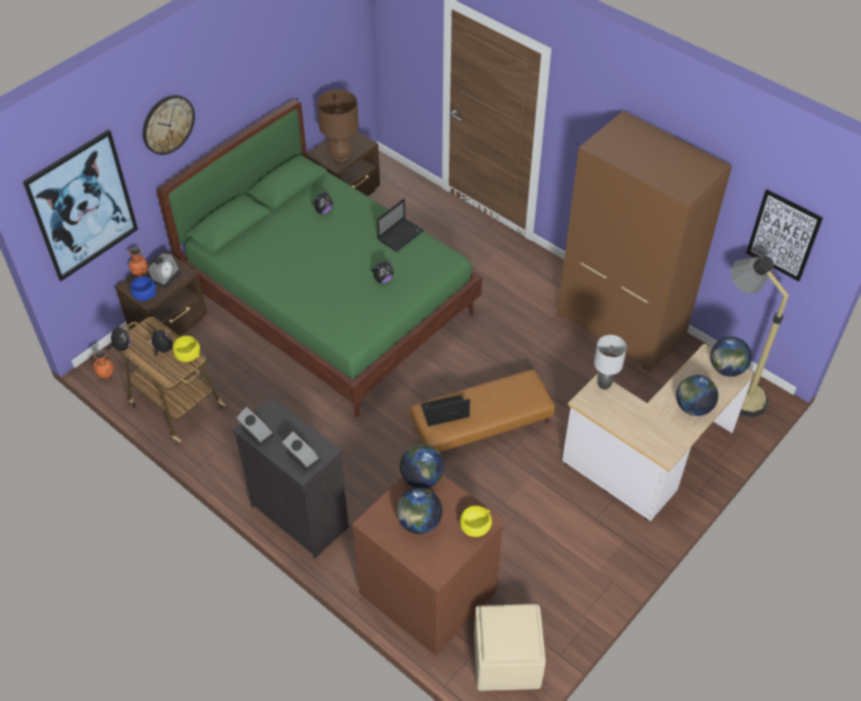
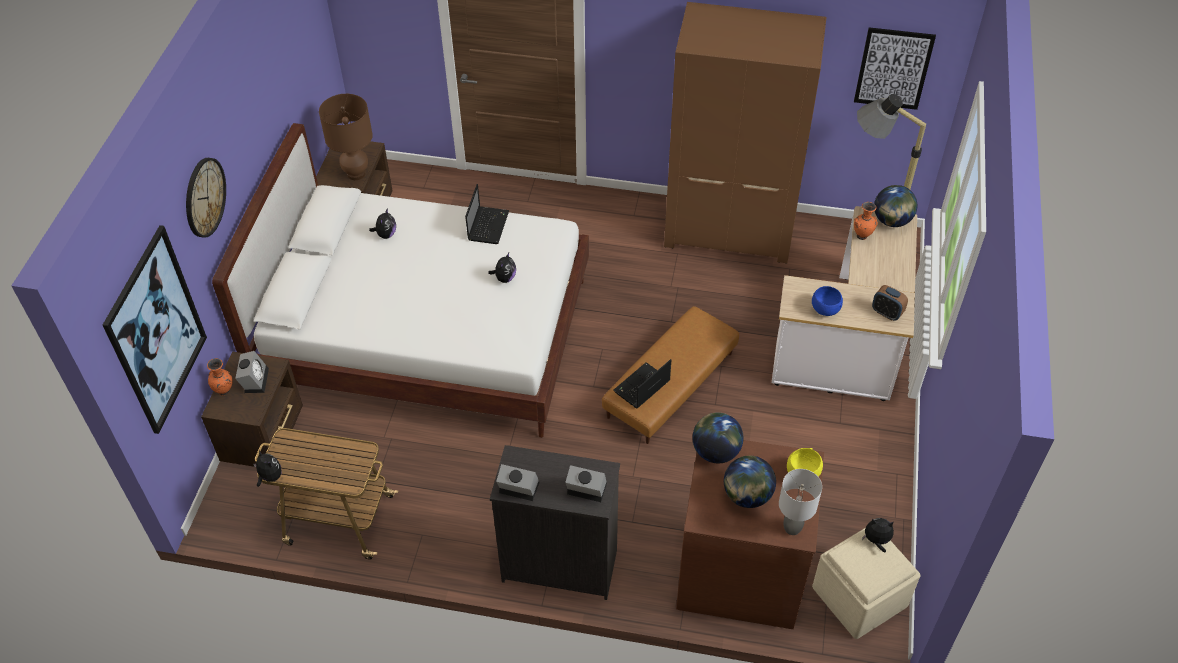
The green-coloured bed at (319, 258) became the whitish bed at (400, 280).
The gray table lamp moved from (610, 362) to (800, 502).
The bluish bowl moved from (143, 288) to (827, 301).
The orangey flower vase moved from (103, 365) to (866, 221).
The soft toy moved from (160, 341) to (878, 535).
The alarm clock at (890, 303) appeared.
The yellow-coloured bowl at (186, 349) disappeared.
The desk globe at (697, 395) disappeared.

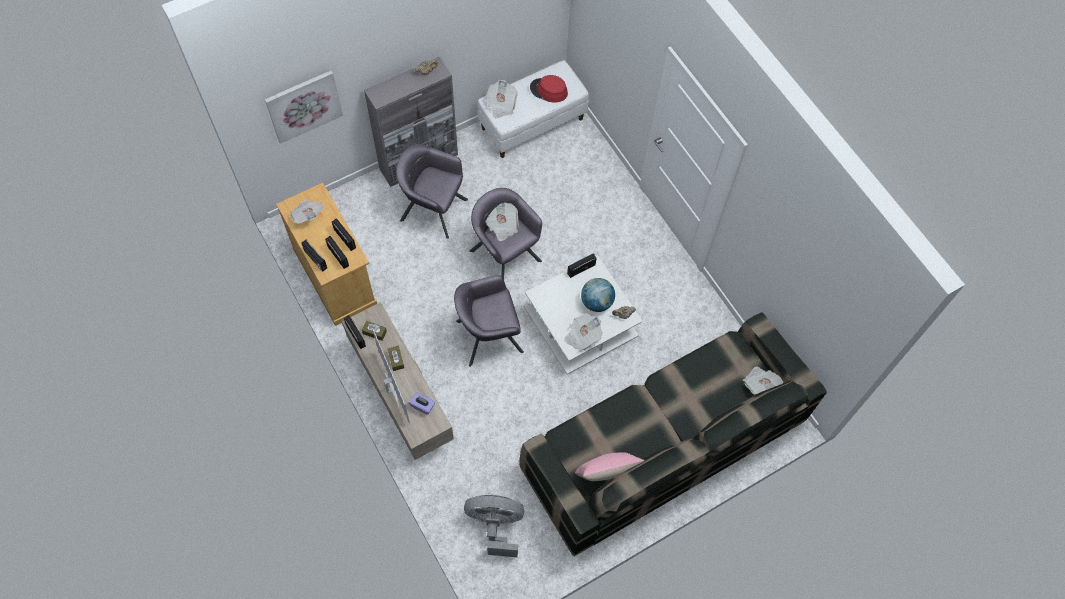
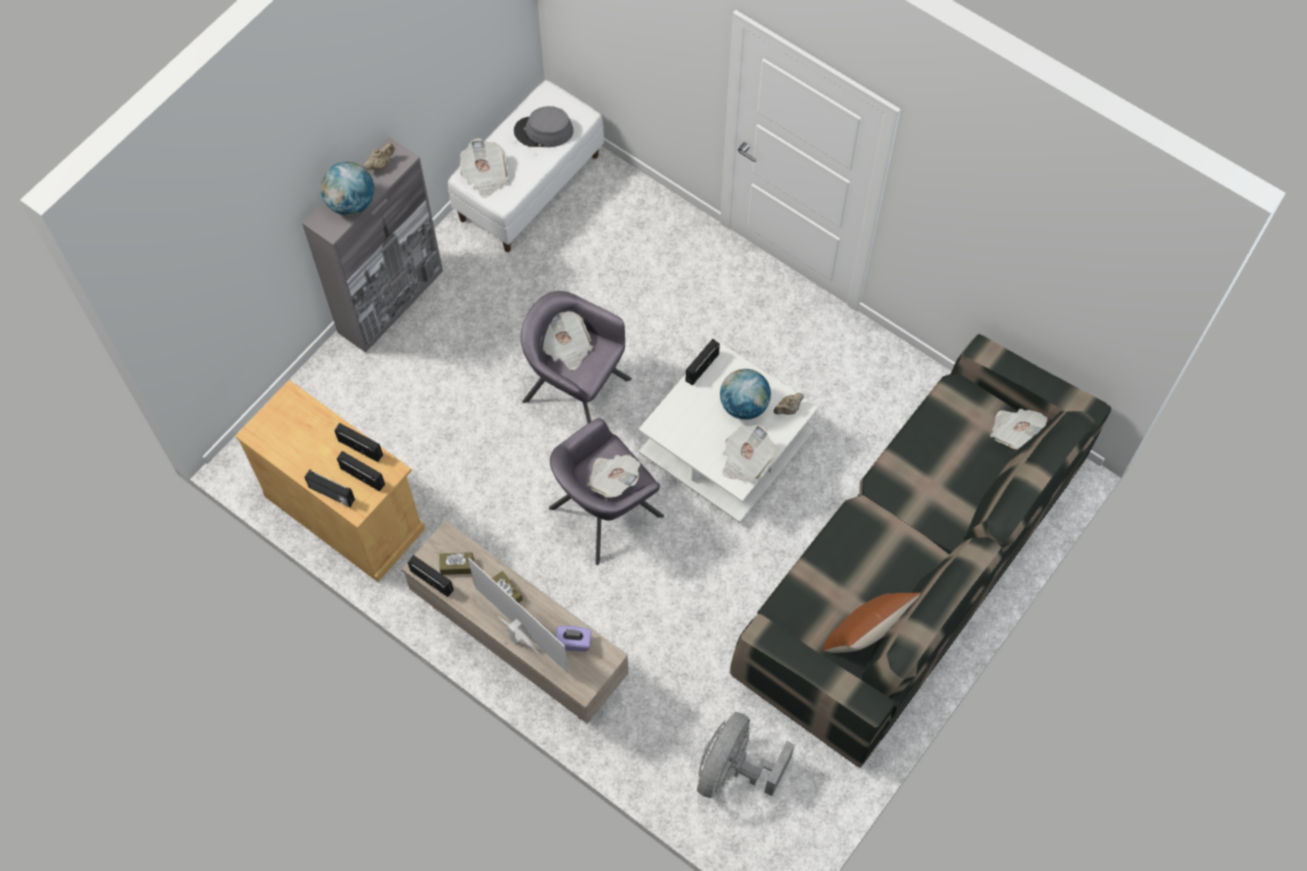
The desk globe at (347, 188) appeared.
The red wearable hat at (549, 89) became the gray wearable hat at (544, 127).
The printed paper moved from (306, 211) to (613, 476).
The gray cooling fan at (494, 526) turned 45 degrees counterclockwise.
The pink pillow at (610, 466) became the brown pillow at (872, 623).
The picture at (304, 107) disappeared.
The gray armchair at (432, 191) disappeared.

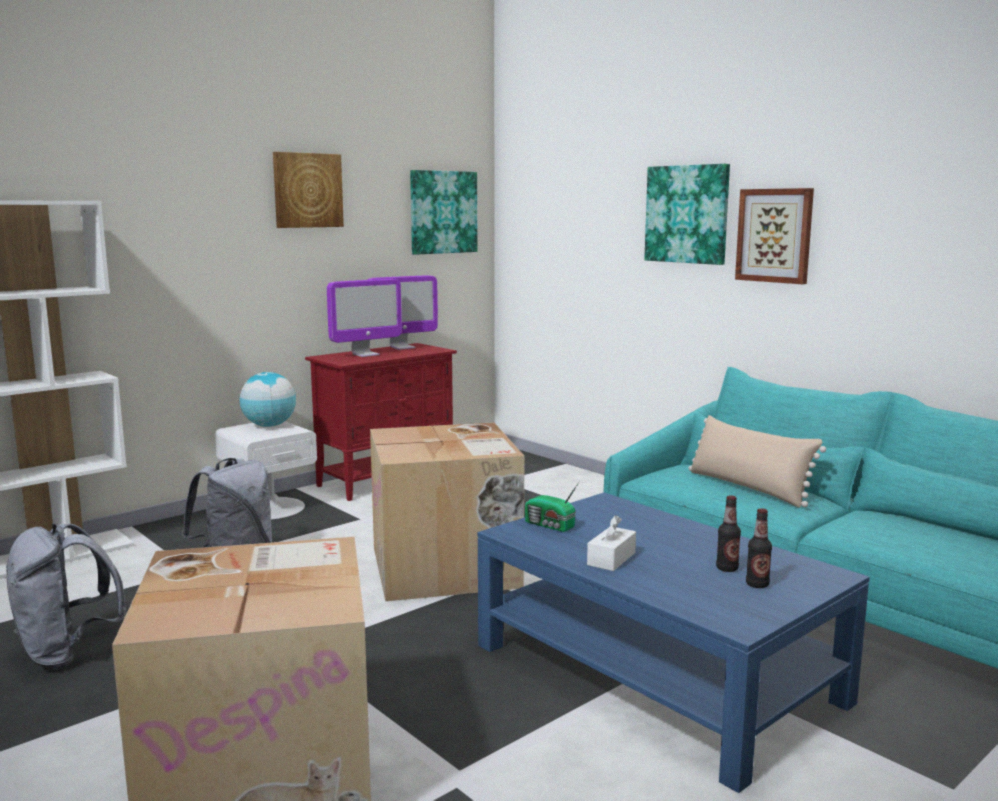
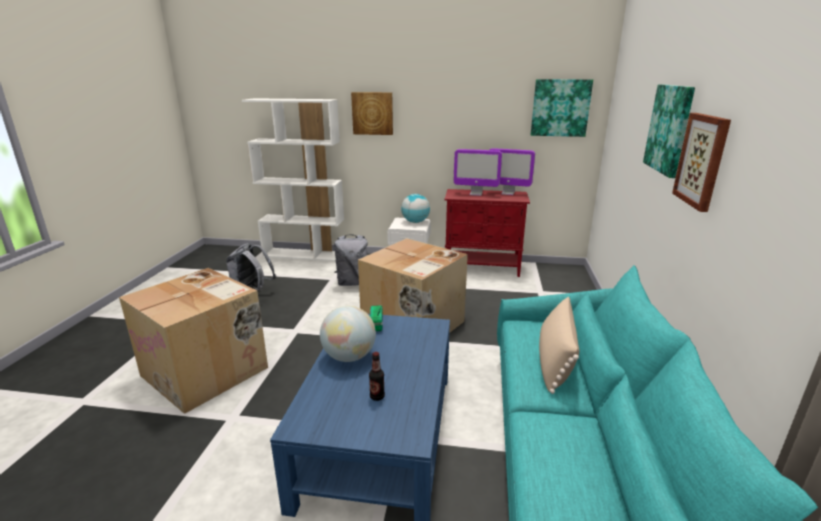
The whitish box of tissues at (611, 543) was replaced by the desk globe at (348, 334).
The picture moved from (308, 190) to (372, 113).
The bottle at (759, 548) disappeared.

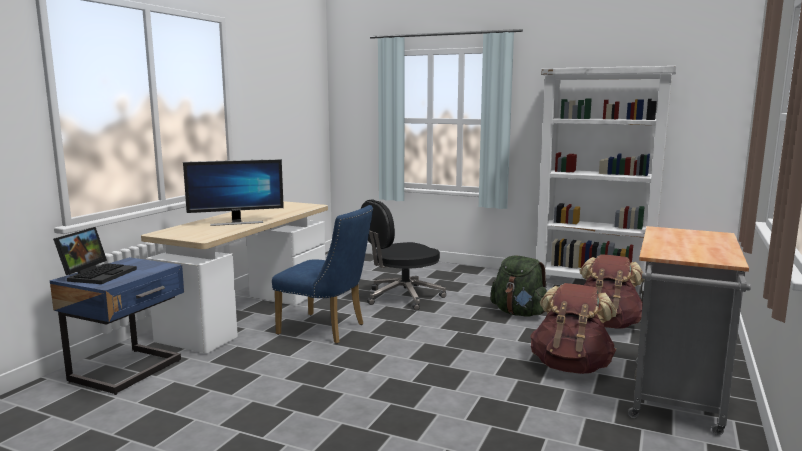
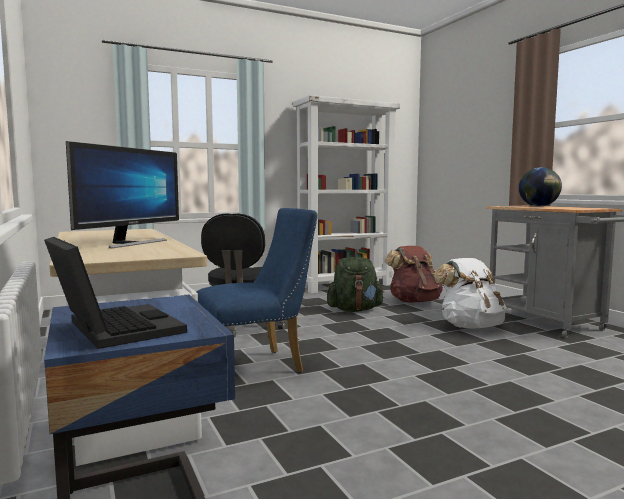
The brown rucksack at (573, 328) became the whitish rucksack at (470, 293).
The desk globe at (540, 187) appeared.

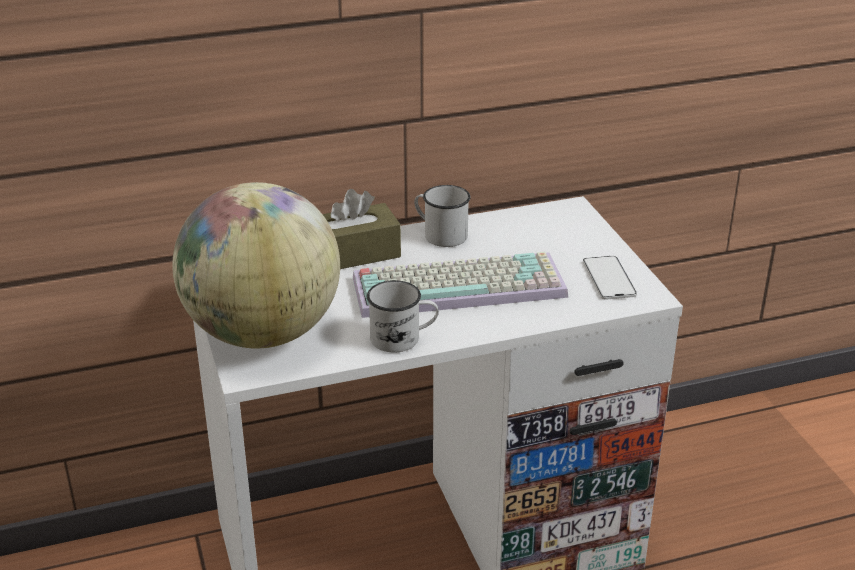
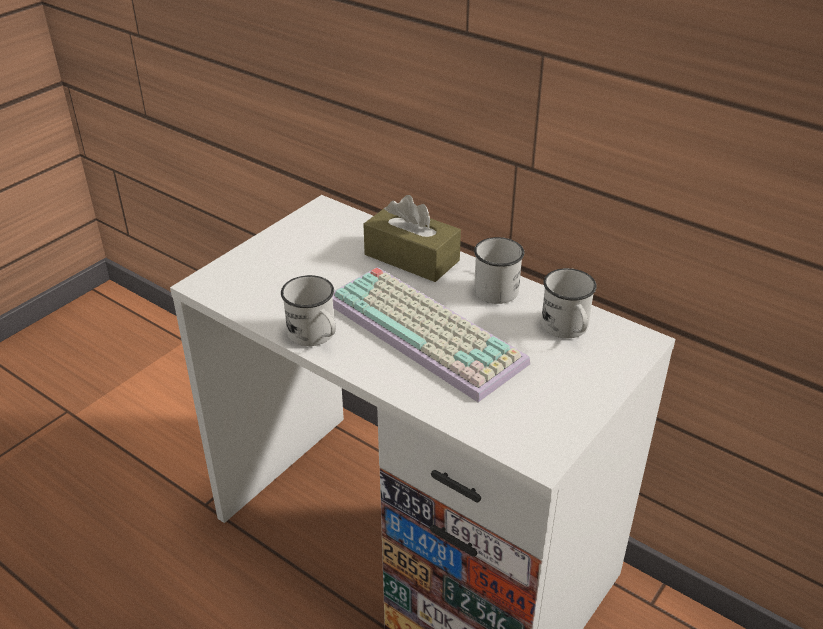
The whitish tea mug at (569, 303) appeared.
The desk globe at (256, 265) disappeared.
The handset at (610, 278) disappeared.

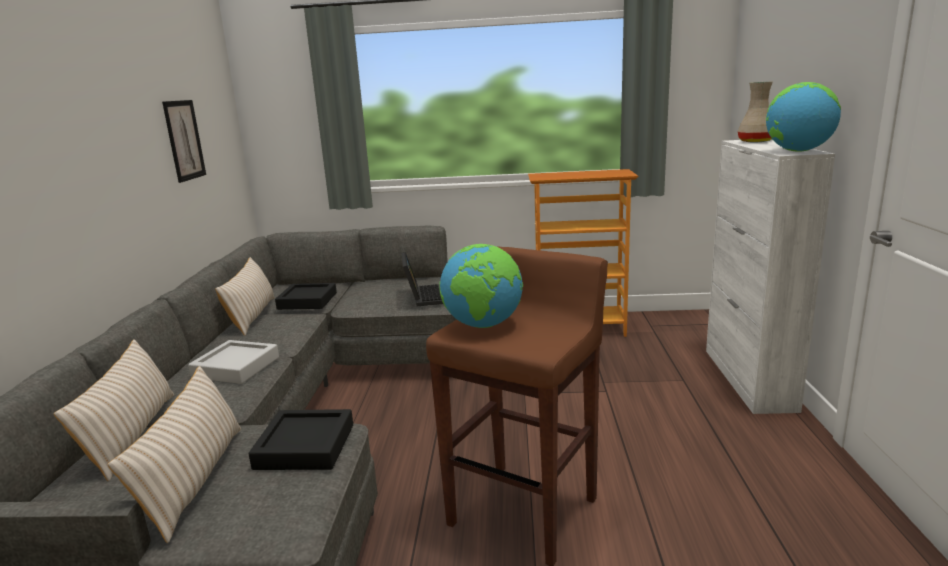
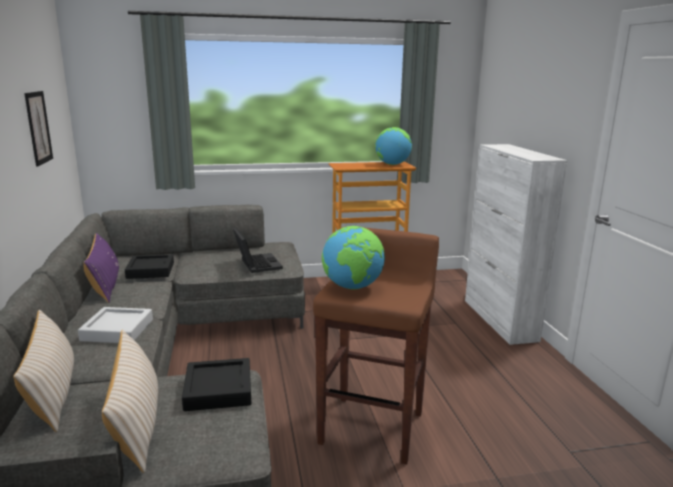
The beige pillow at (245, 296) became the purple-coloured pillow at (101, 268).
The desk globe moved from (803, 117) to (393, 146).
The beige flower vase at (755, 112) disappeared.

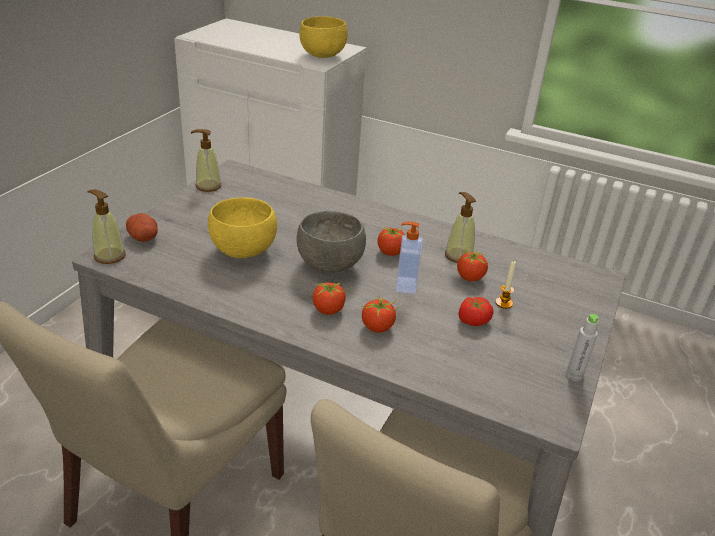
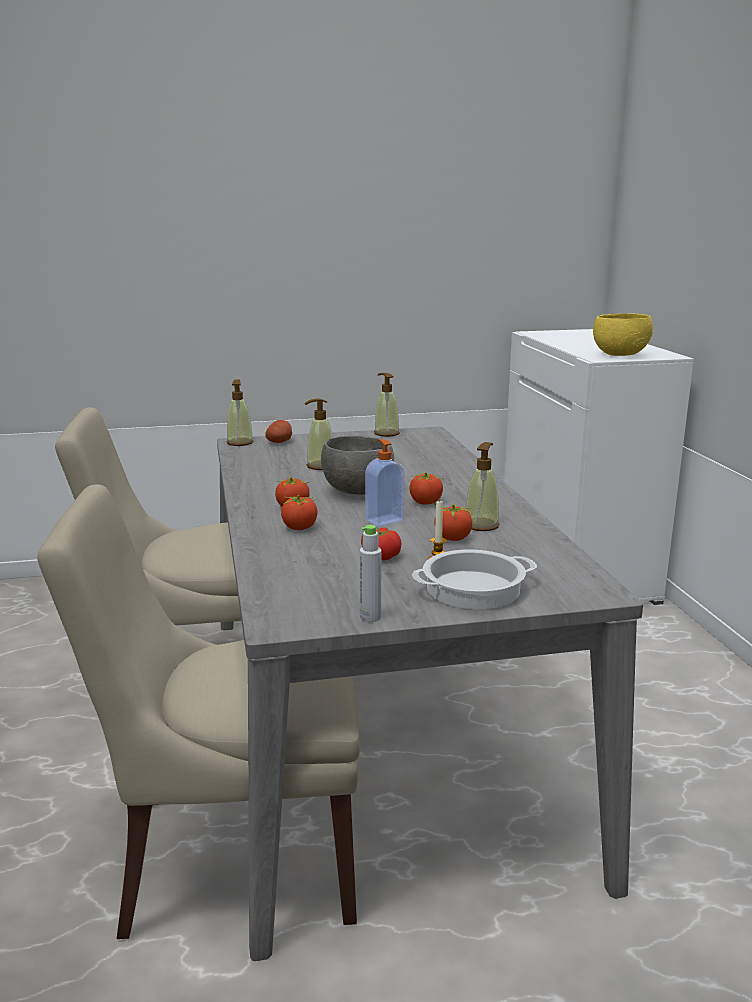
The yellow-coloured bowl at (242, 227) was replaced by the liquid soap bottle at (319, 434).
The cooking pot at (474, 579) appeared.

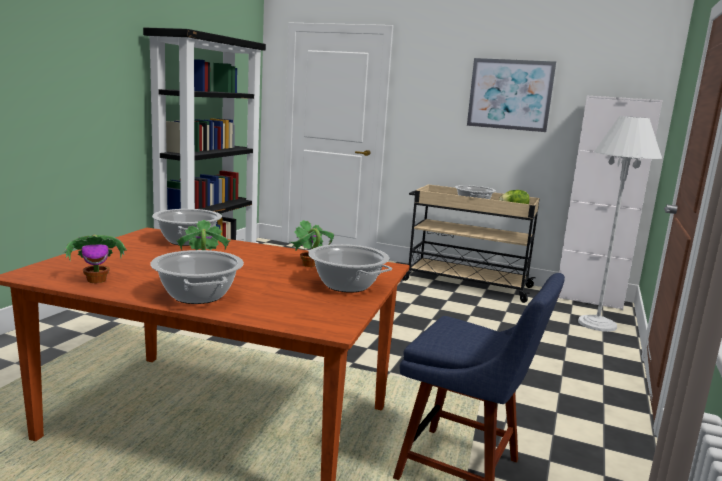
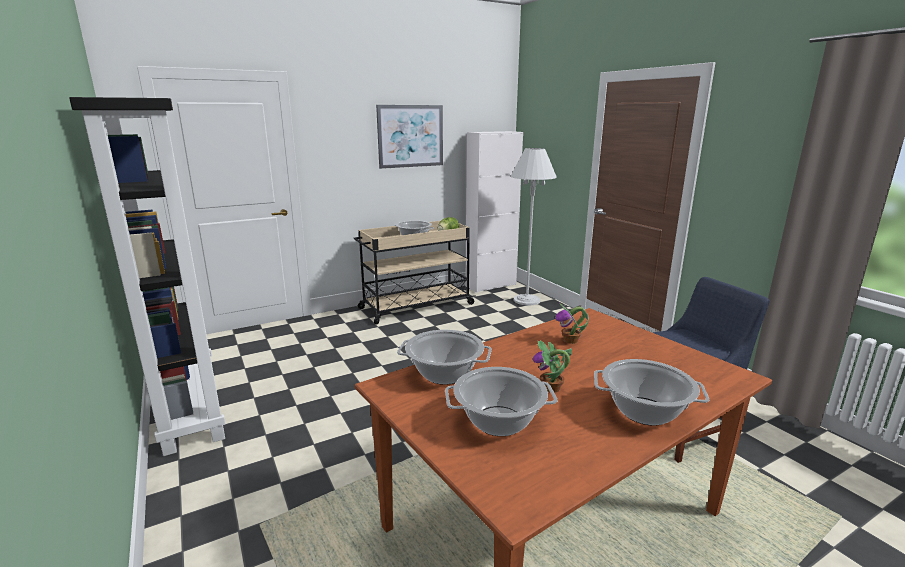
The cooking pot moved from (350, 268) to (501, 401).
The plant in a pot at (94, 258) disappeared.

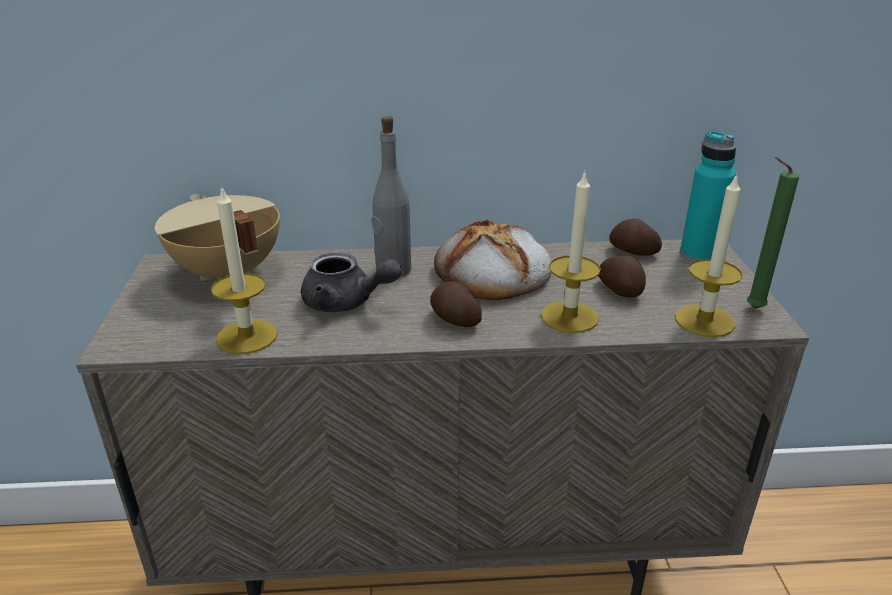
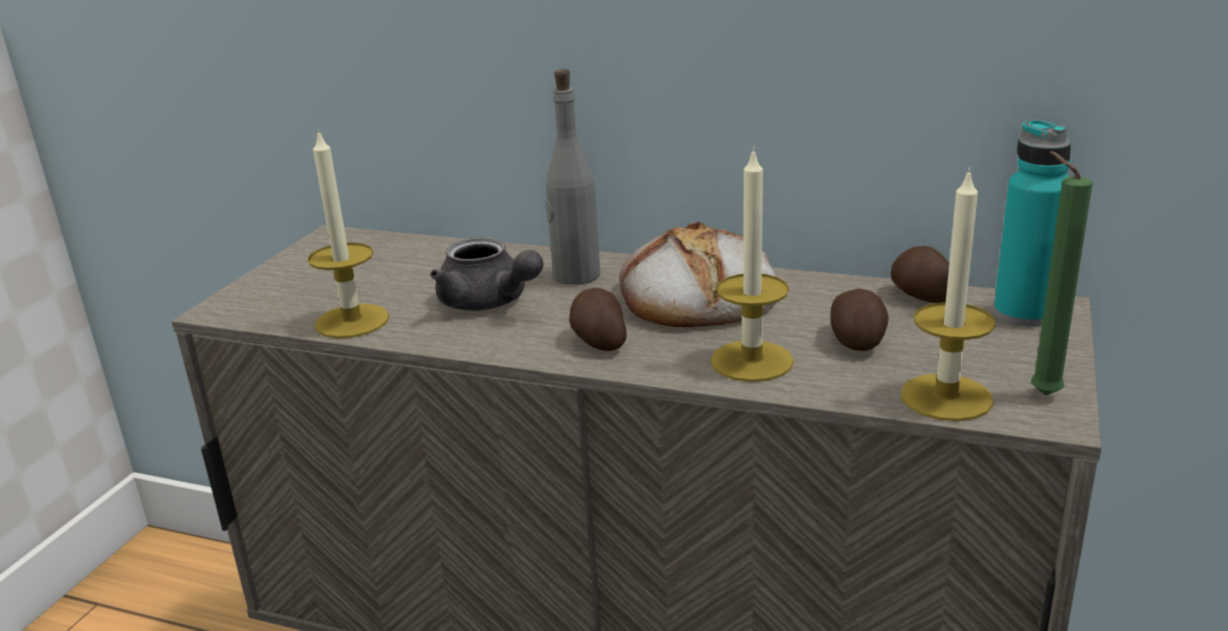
The beige cooking pot at (217, 237) disappeared.

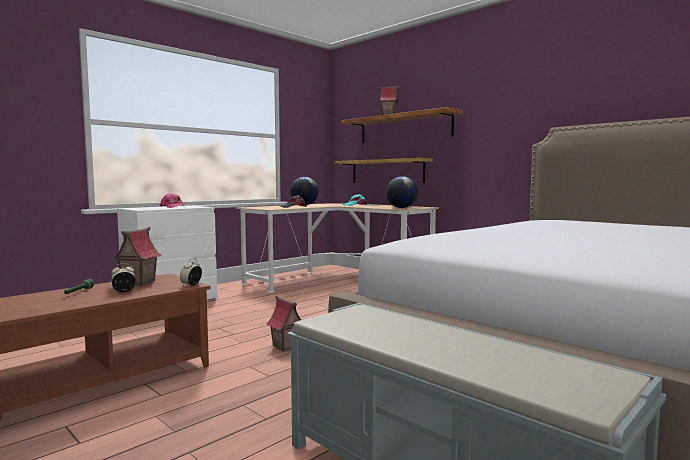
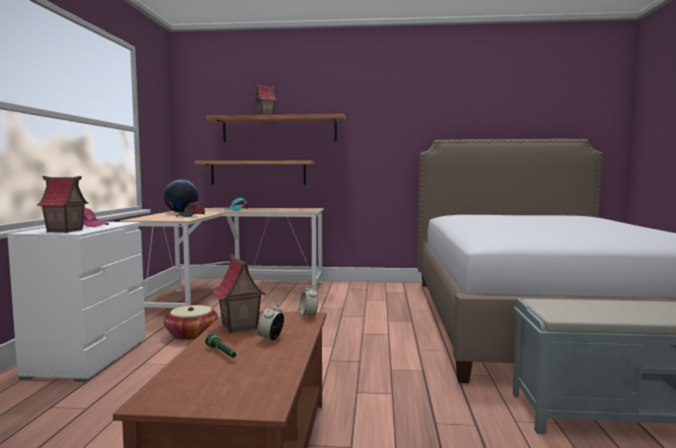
The model house moved from (284, 324) to (62, 204).
The basket at (191, 322) appeared.
The desk globe at (402, 192) disappeared.

